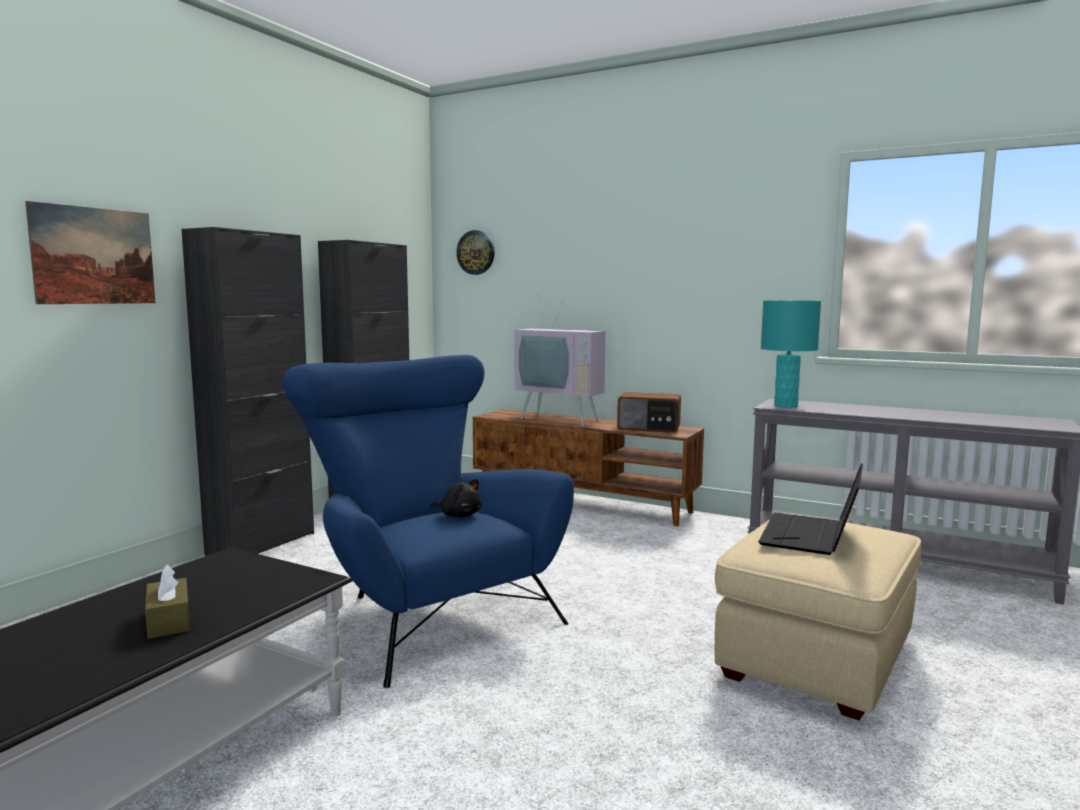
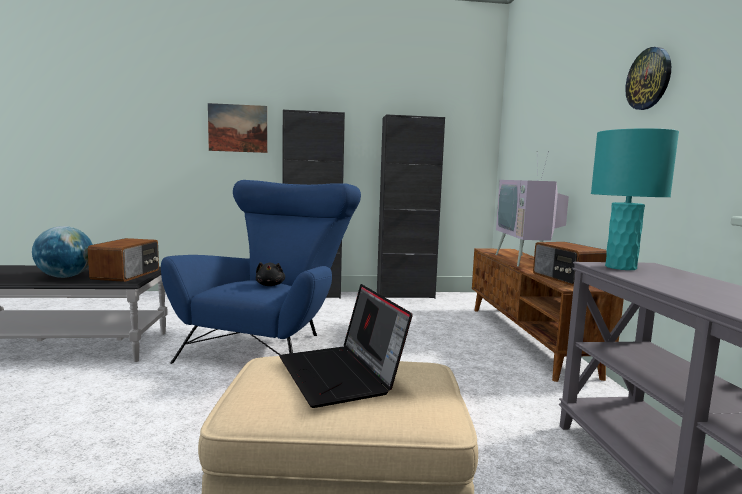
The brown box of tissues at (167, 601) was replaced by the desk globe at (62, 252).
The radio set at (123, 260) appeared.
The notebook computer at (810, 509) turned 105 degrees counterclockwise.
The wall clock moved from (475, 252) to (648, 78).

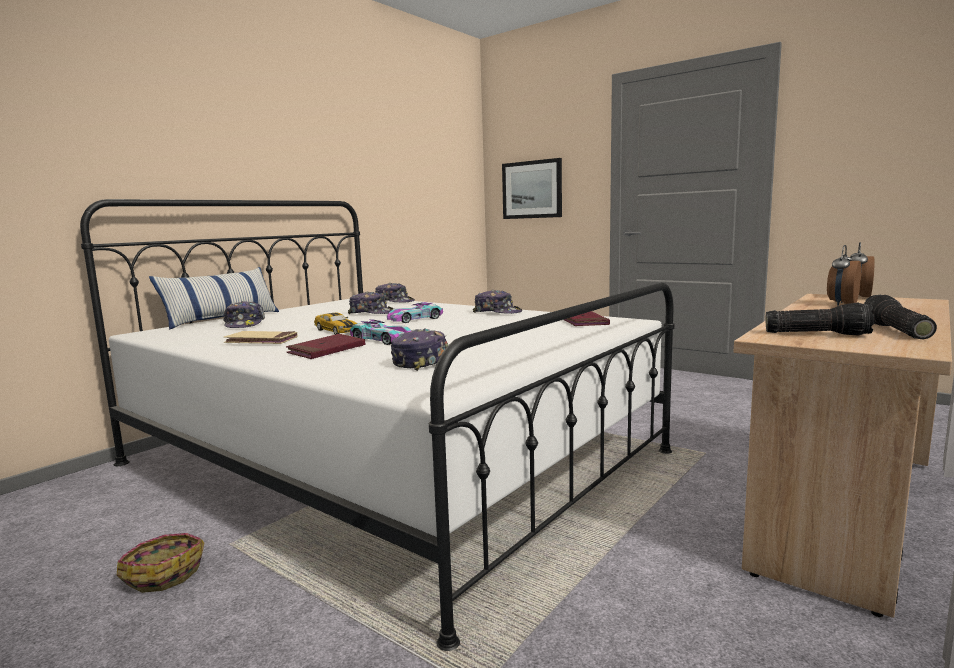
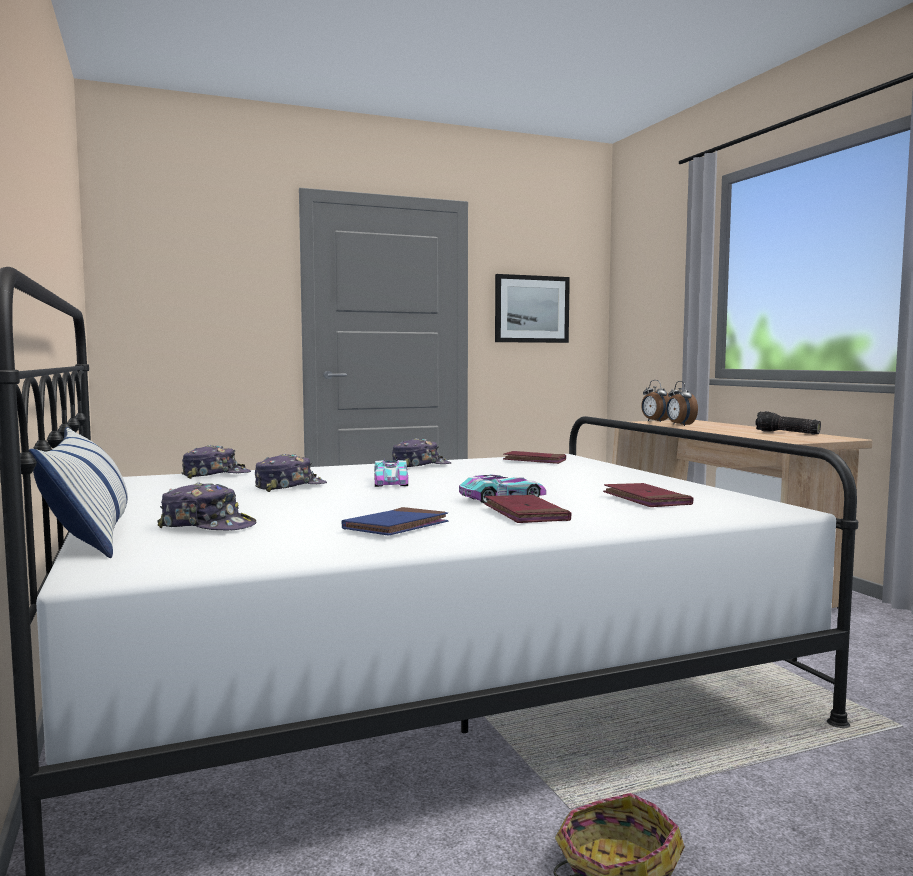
The beige bound book at (260, 337) became the bluish bound book at (395, 521).
The picture moved from (532, 188) to (532, 308).
The cap at (424, 350) was replaced by the red bound book at (648, 495).
The model car at (335, 324) disappeared.
The flashlight at (820, 319) disappeared.

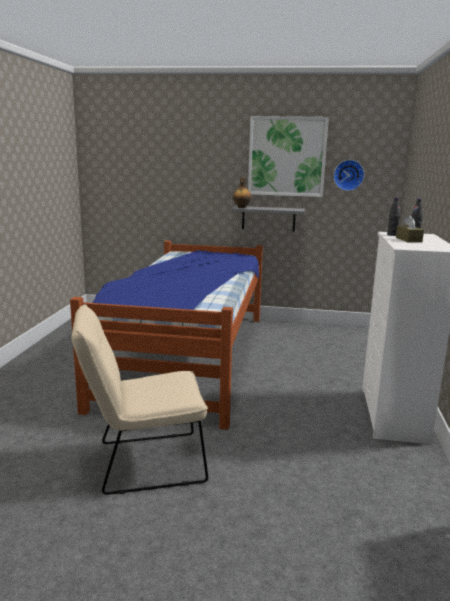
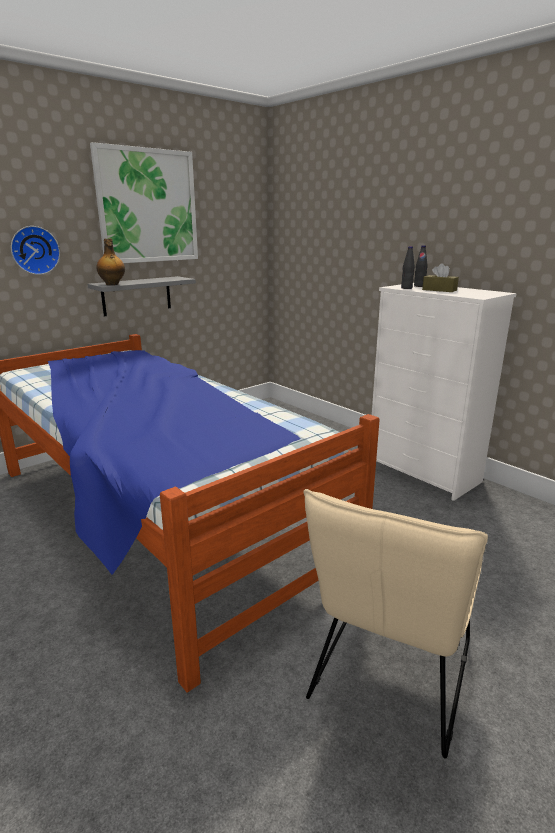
The wall clock moved from (348, 175) to (35, 250).

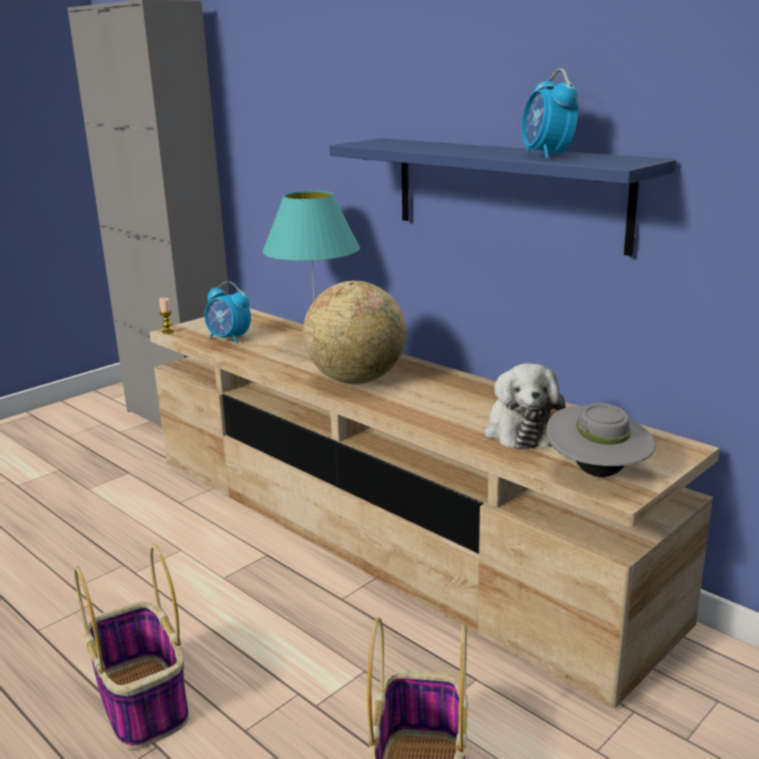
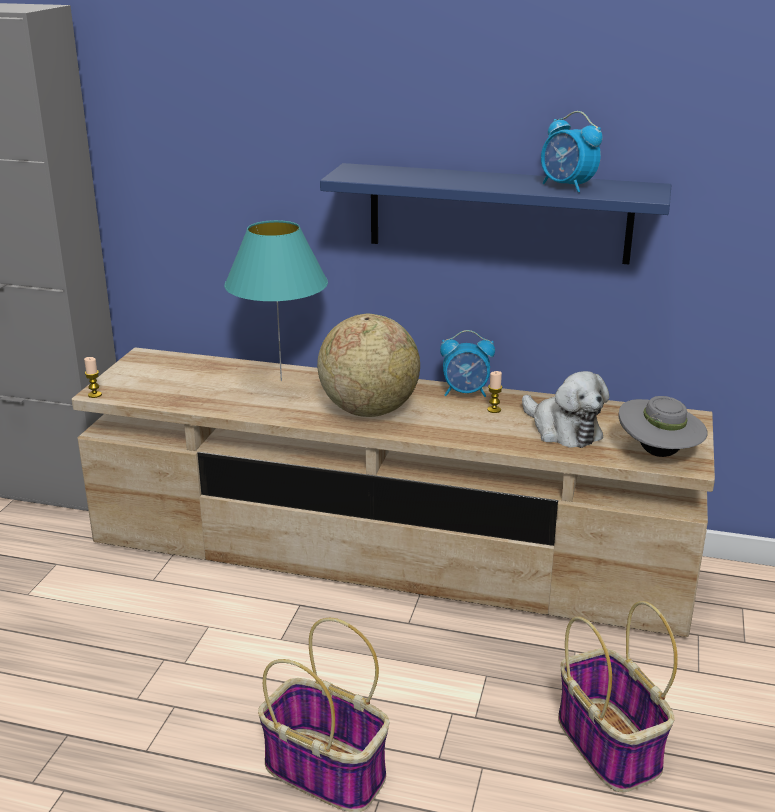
The alarm clock moved from (228, 312) to (467, 363).
The wax candle at (494, 392) appeared.

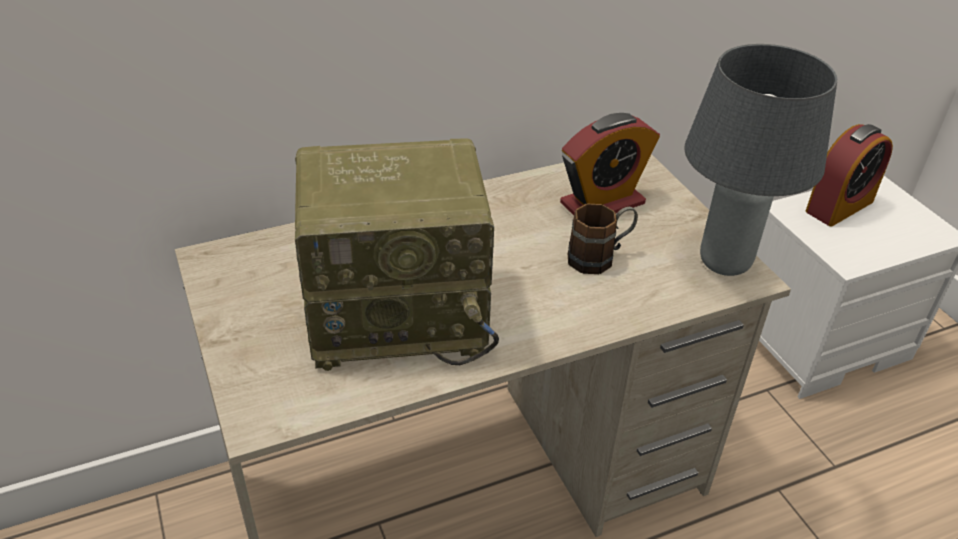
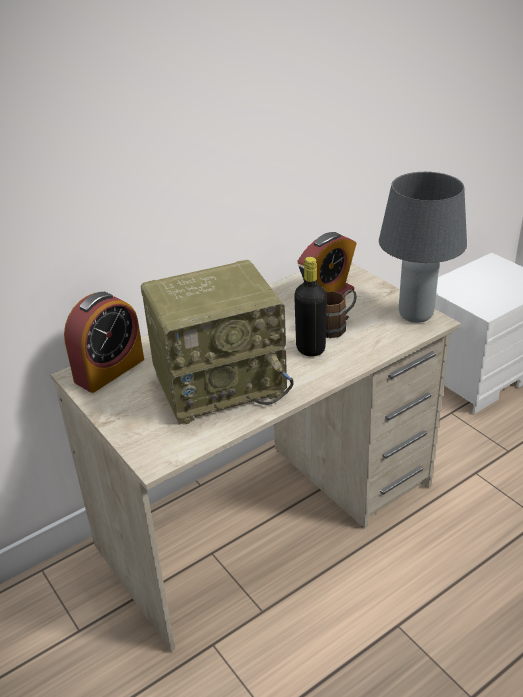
The alarm clock moved from (849, 175) to (104, 342).
The black-coloured bottle at (310, 306) appeared.

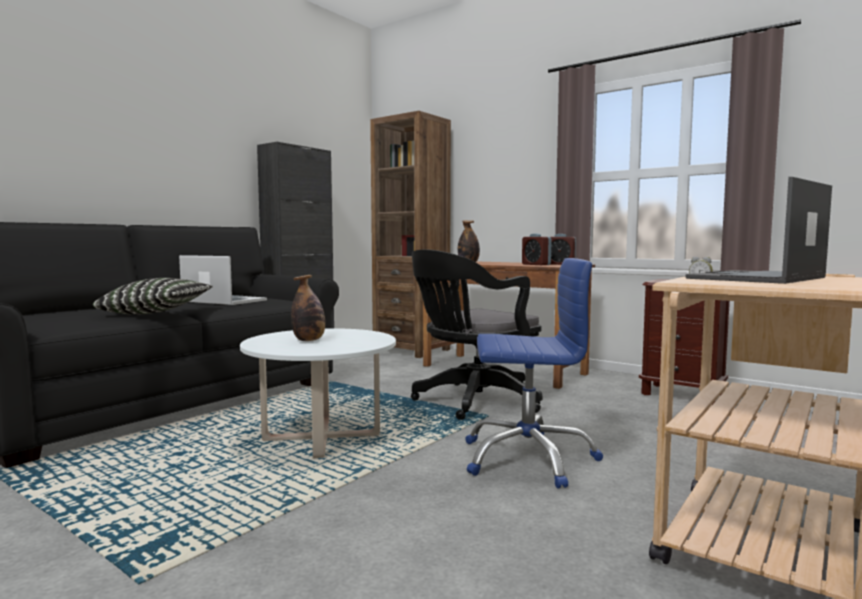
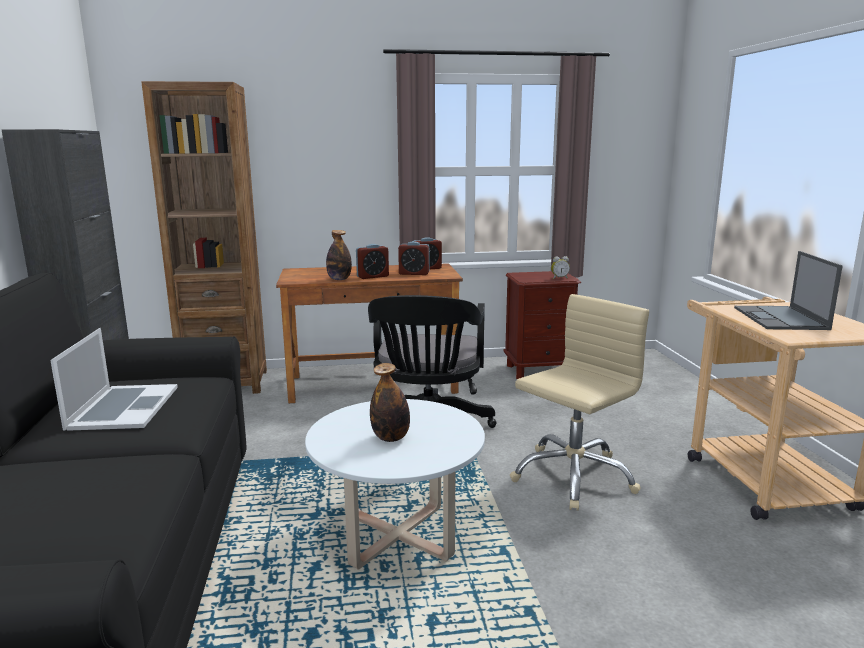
The notebook computer at (223, 280) turned 105 degrees clockwise.
The alarm clock at (372, 261) appeared.
The bluish computer chair at (534, 373) became the beige computer chair at (579, 402).
The pillow at (153, 296) disappeared.

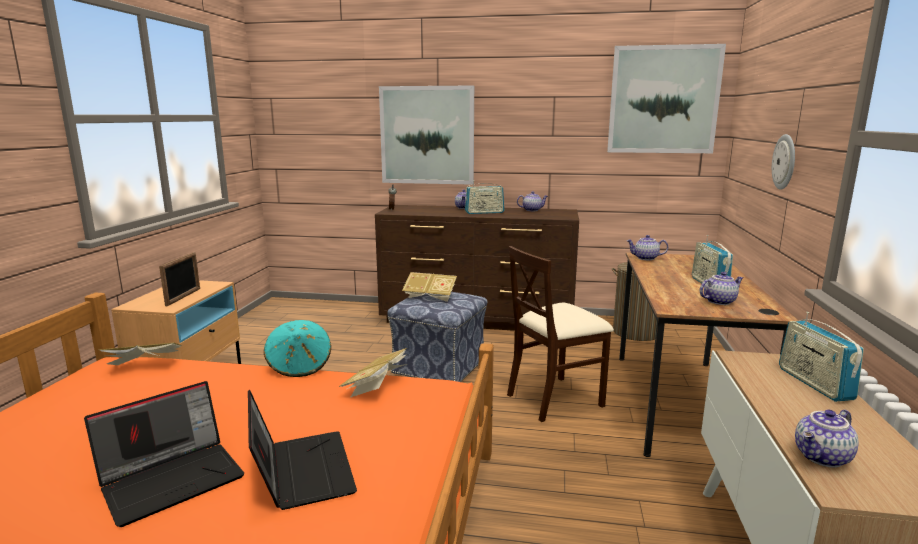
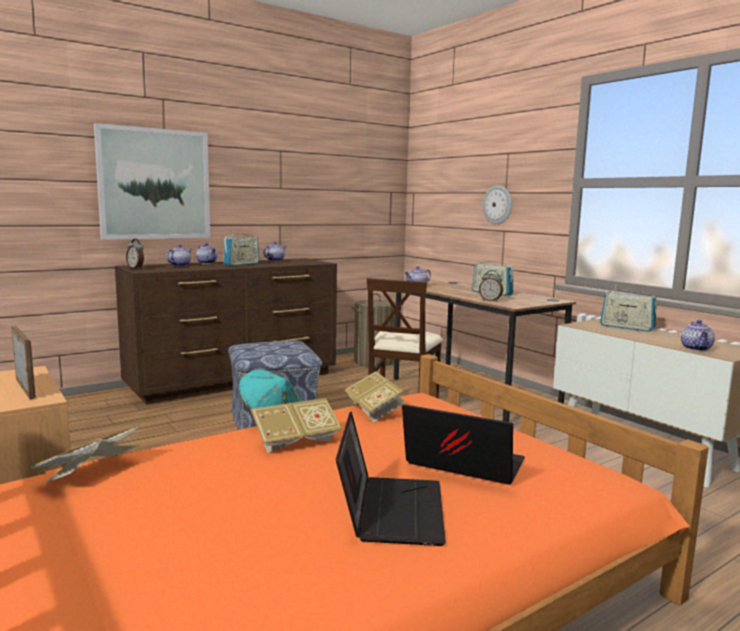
The tea pot moved from (721, 288) to (179, 256).
The bound book moved from (429, 287) to (296, 425).
The alarm clock at (491, 286) appeared.
The picture at (666, 98) disappeared.

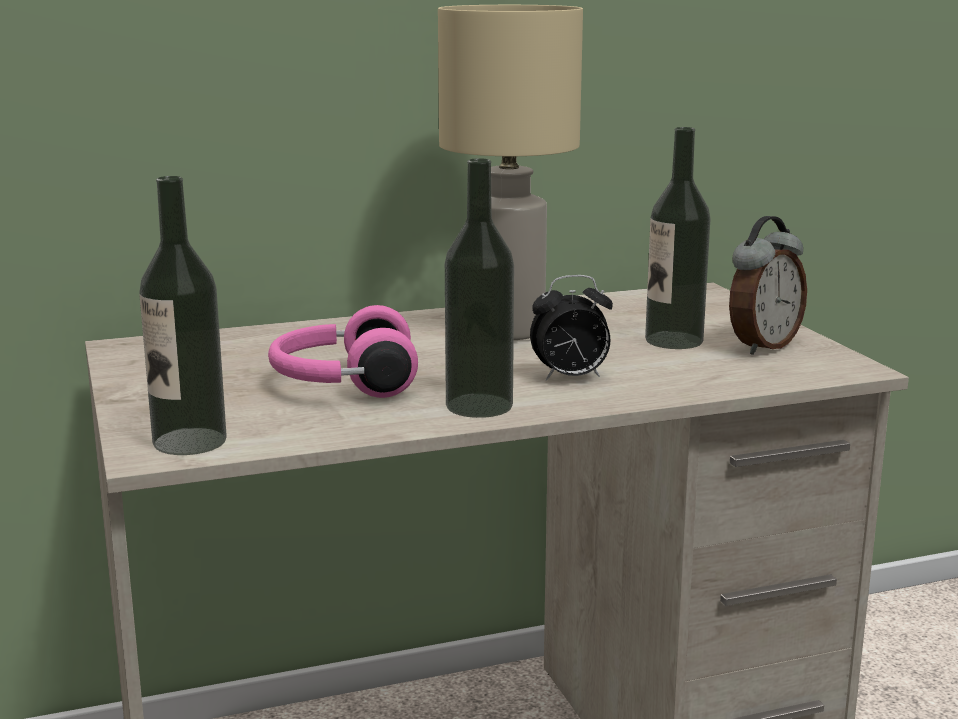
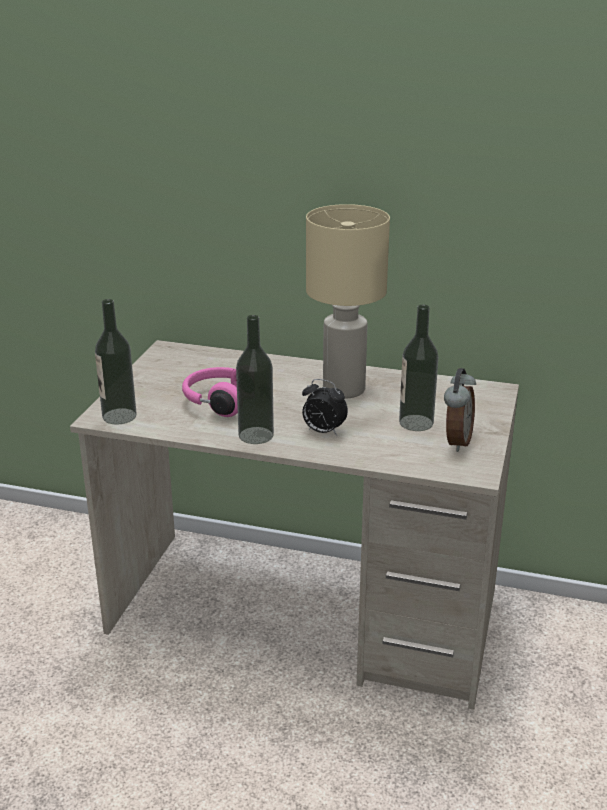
The alarm clock at (768, 285) turned 60 degrees counterclockwise.

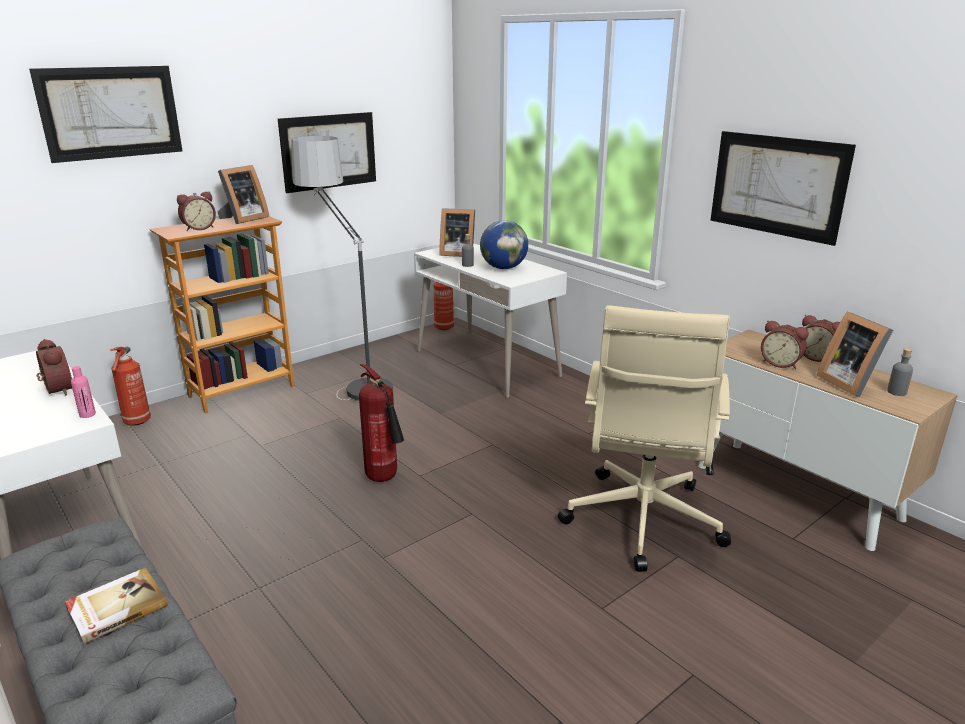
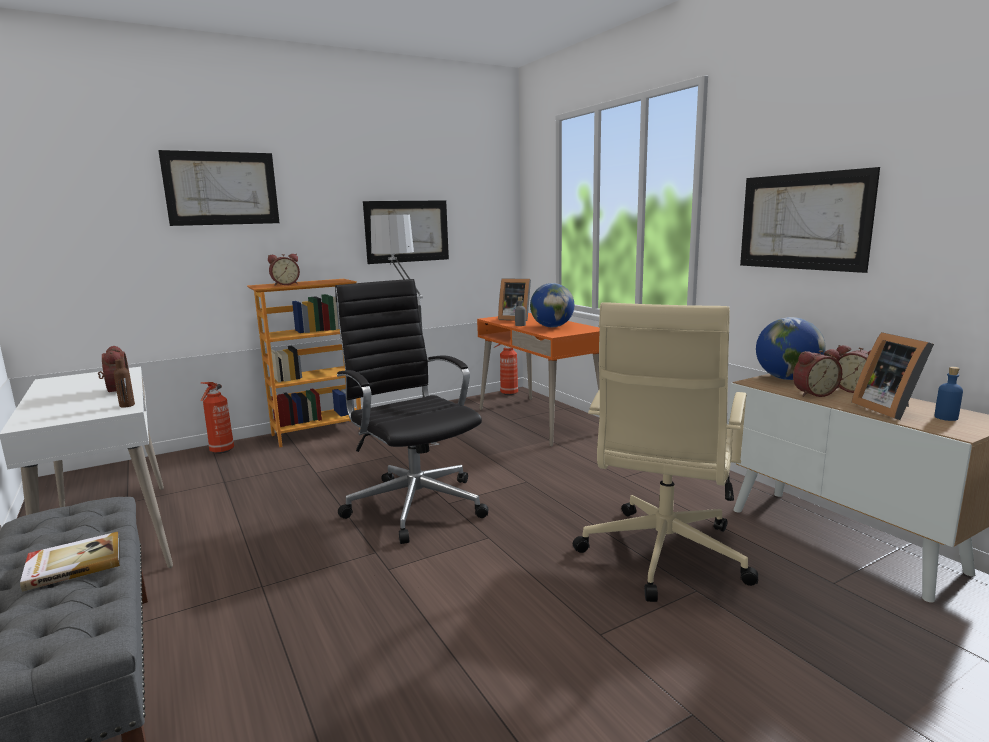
The pink bottle at (83, 392) became the brown bottle at (124, 383).
The extinguisher at (381, 423) was replaced by the black-coloured computer chair at (411, 411).
The whitish desk unit at (490, 320) became the orangey desk unit at (538, 379).
The desk globe at (791, 348) appeared.
The alarm clock at (785, 344) turned 60 degrees counterclockwise.
The gray bottle at (900, 372) became the bluish bottle at (948, 394).
The photo frame at (243, 194) disappeared.

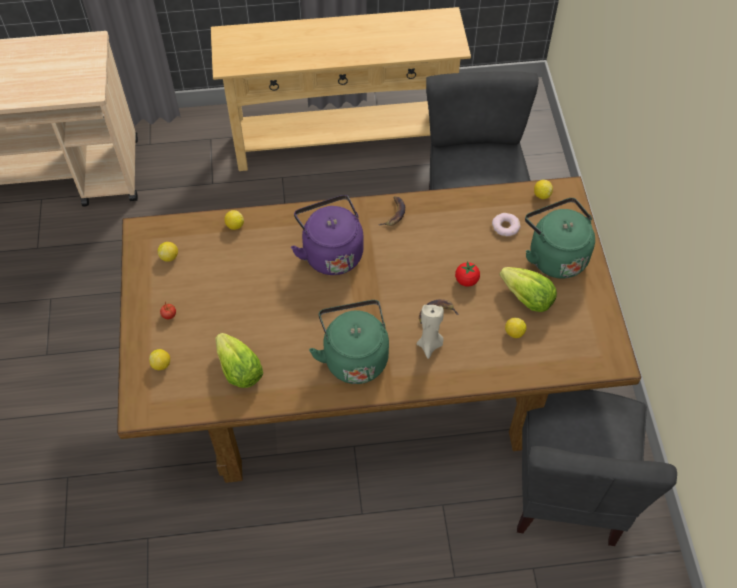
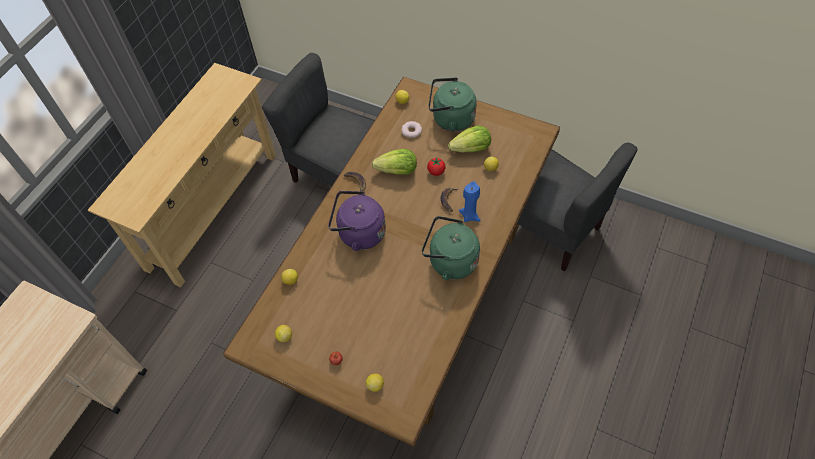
The lettuce head moved from (239, 360) to (394, 162).
The beige wax candle at (430, 332) became the bluish wax candle at (470, 201).

